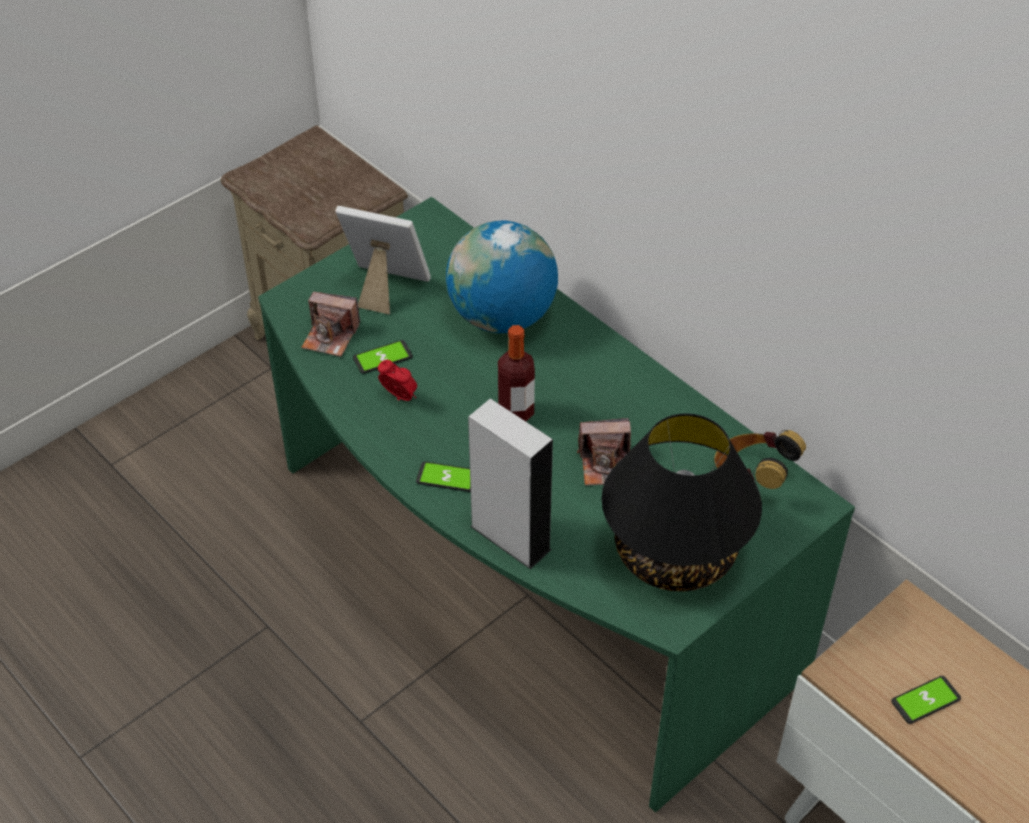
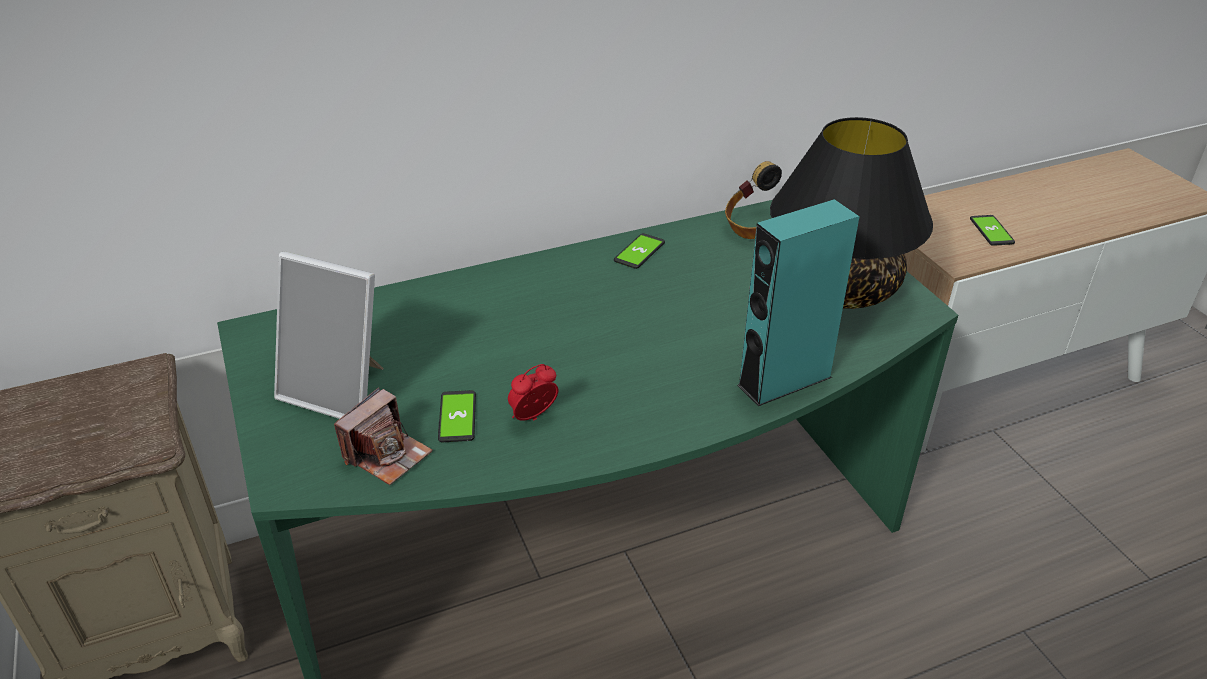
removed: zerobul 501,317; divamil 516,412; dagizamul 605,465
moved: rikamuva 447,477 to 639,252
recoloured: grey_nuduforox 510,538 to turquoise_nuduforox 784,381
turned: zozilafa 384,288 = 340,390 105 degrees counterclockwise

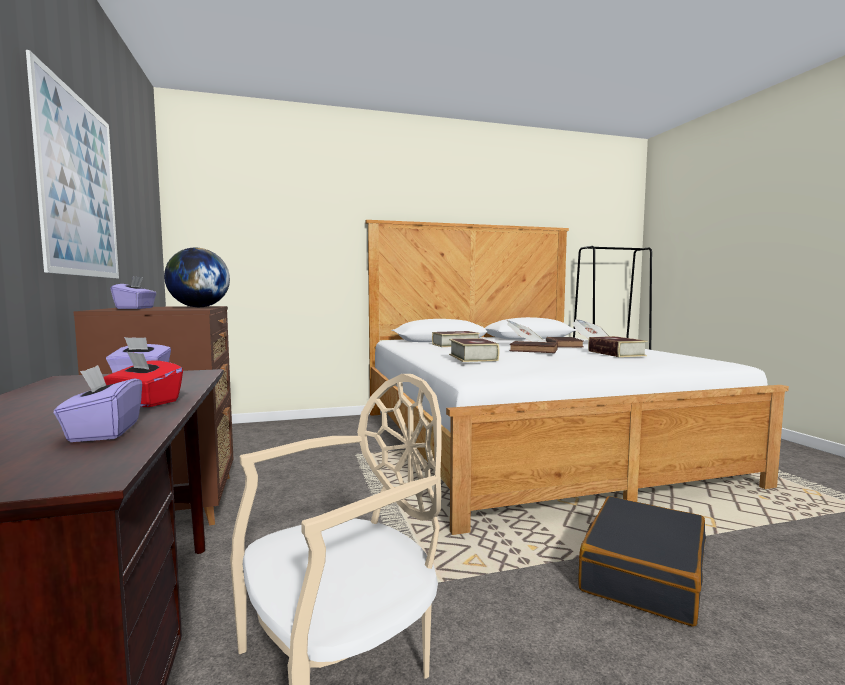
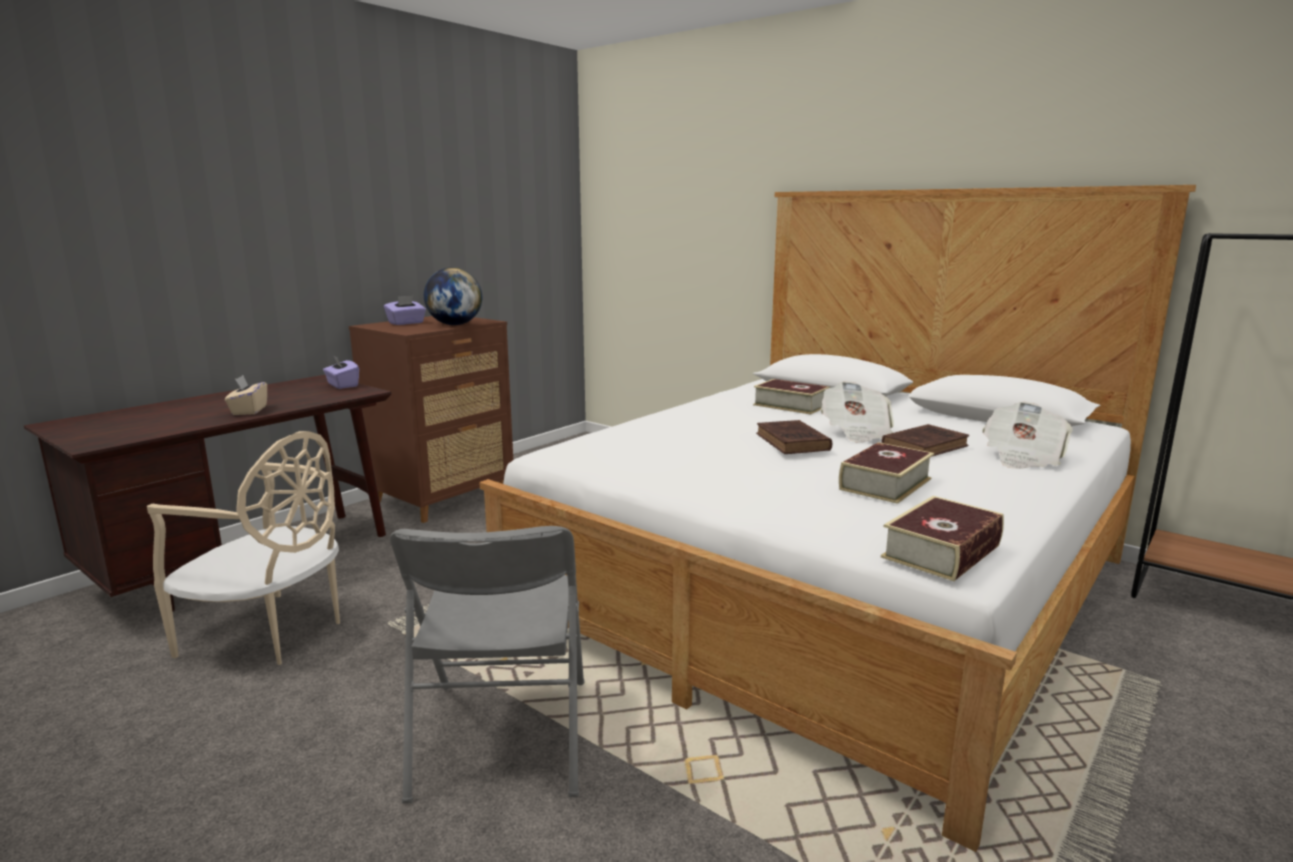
removed: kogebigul 80,186; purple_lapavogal 104,432
moved: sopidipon 473,357 to 941,551
replaced: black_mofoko 642,573 to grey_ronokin 502,737
recoloured: red_lapavogal 144,402 to beige_lapavogal 249,410

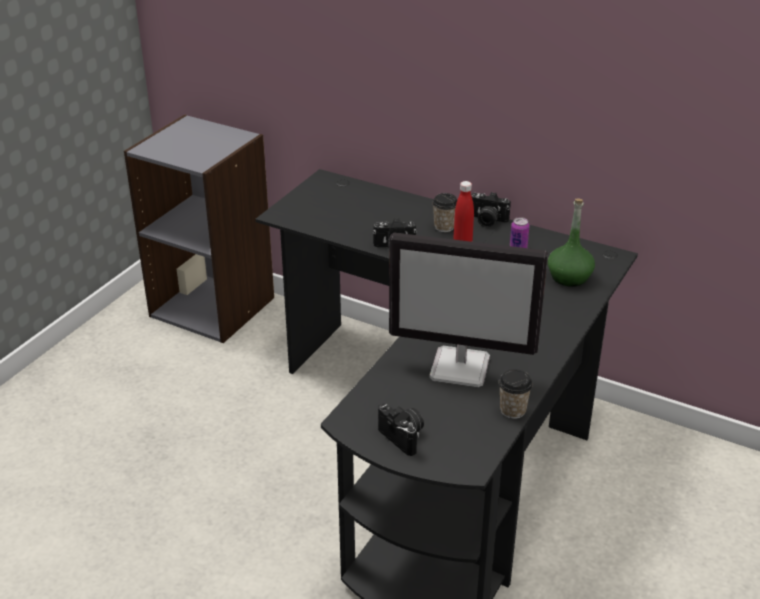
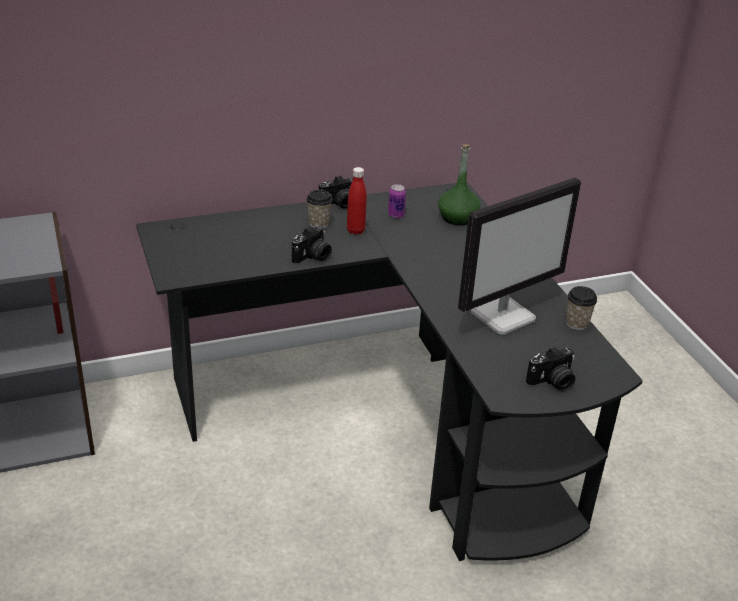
turned: dagizamul 404,436 = 552,382 150 degrees clockwise

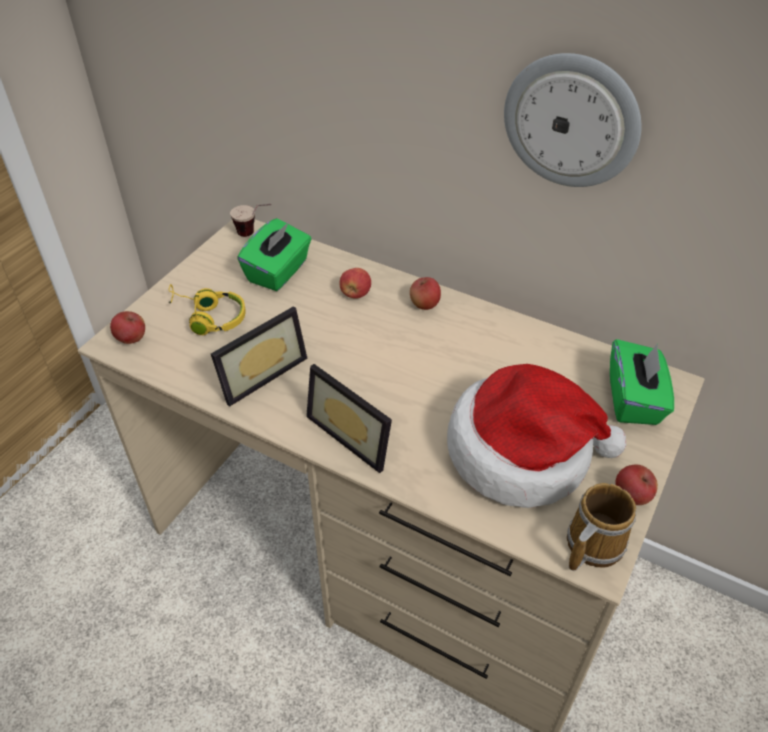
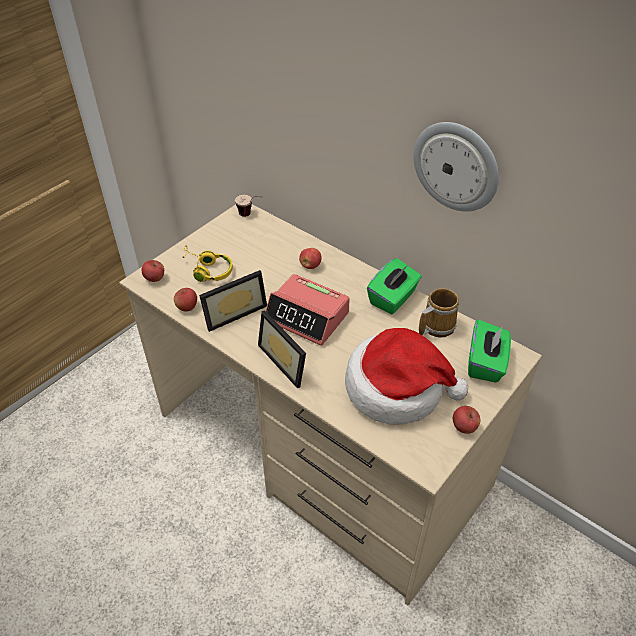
added: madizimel 307,317
moved: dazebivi 424,304 to 187,307; green_lapavogal 278,272 to 393,298; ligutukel 591,544 to 435,326

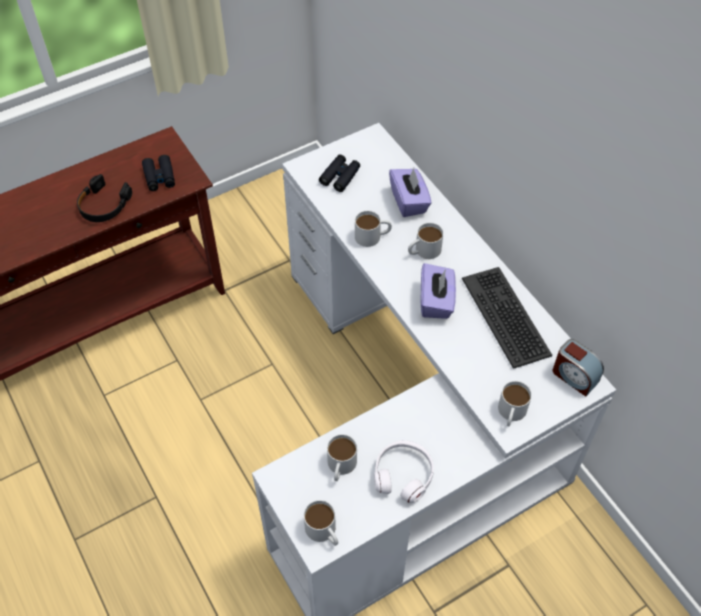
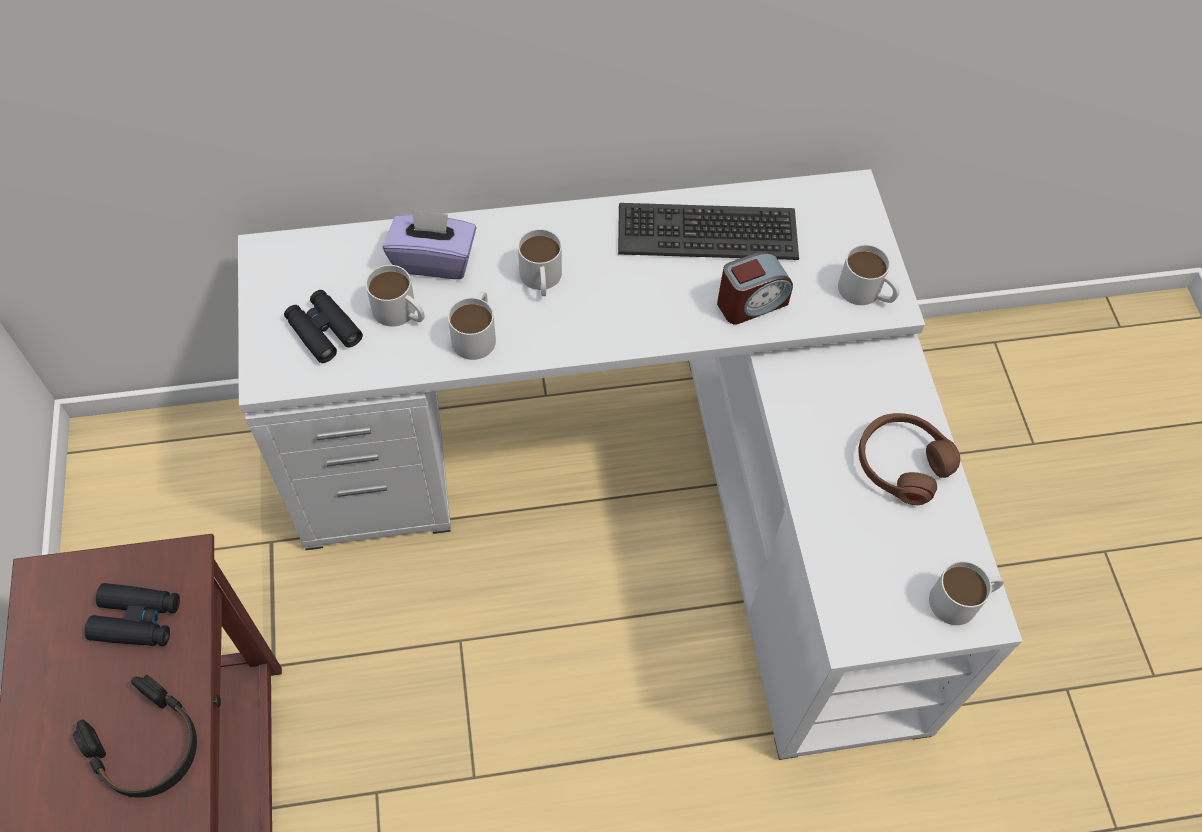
removed: purple_lapavogal 436,301
moved: white_ligutukel 340,466 to 401,313; madizimel 574,376 to 751,303
recoloured: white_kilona 403,474 to brown_kilona 901,463

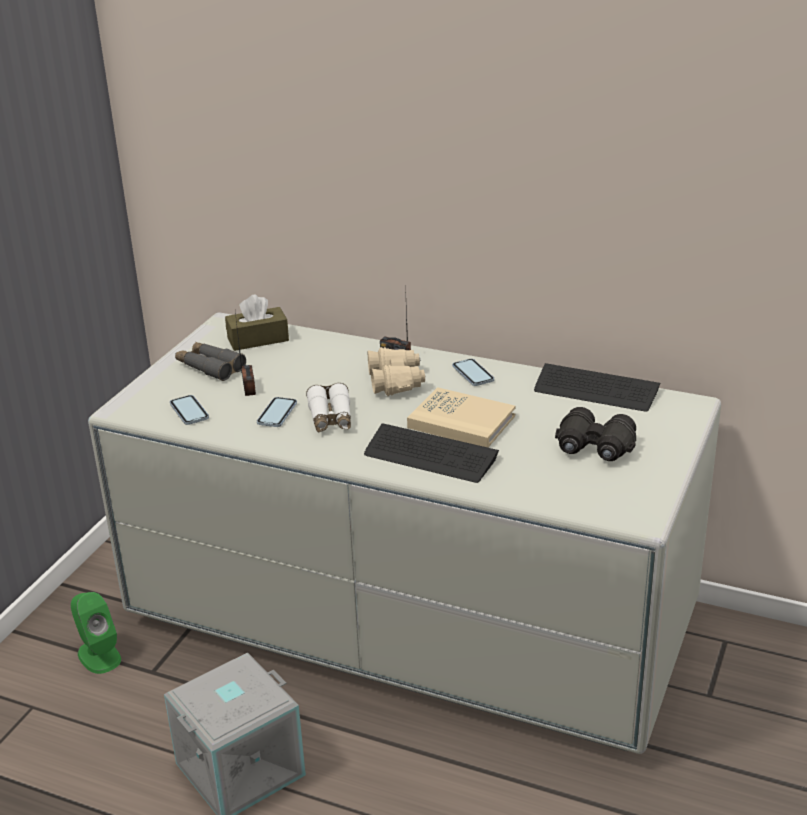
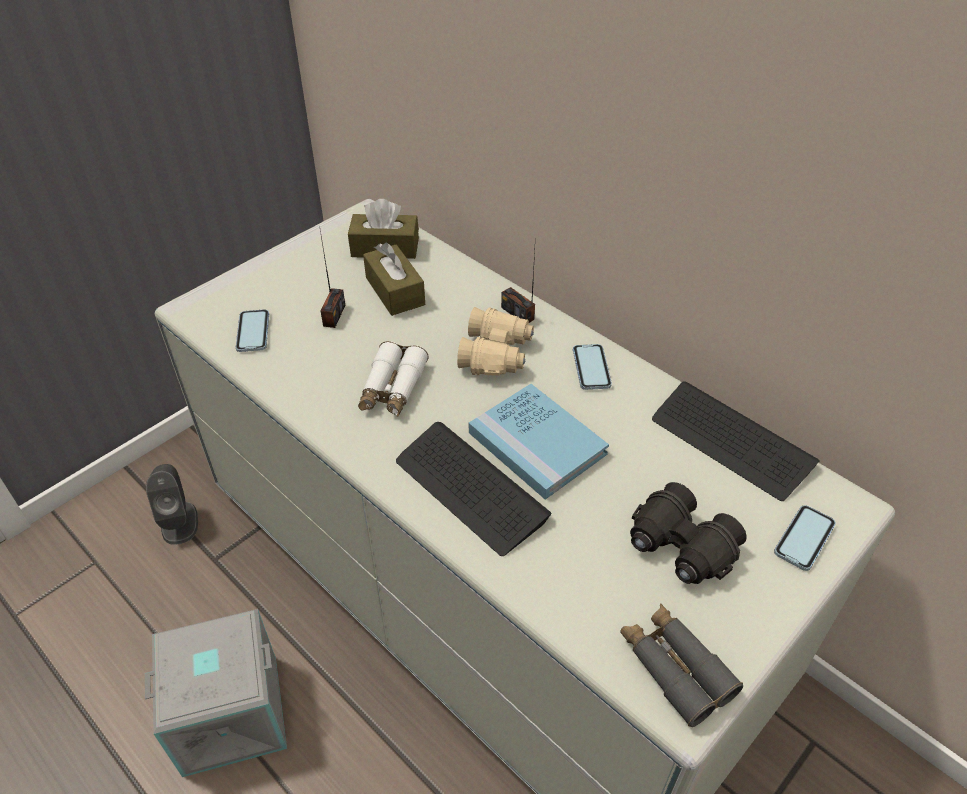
added: brown_lapavogal 395,291
moved: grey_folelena 210,367 to 675,668; rikamuva 277,414 to 804,539
recoloured: green_nuduforox 99,655 to grey_nuduforox 179,522; beige_sopidipon 461,422 to blue_sopidipon 537,443

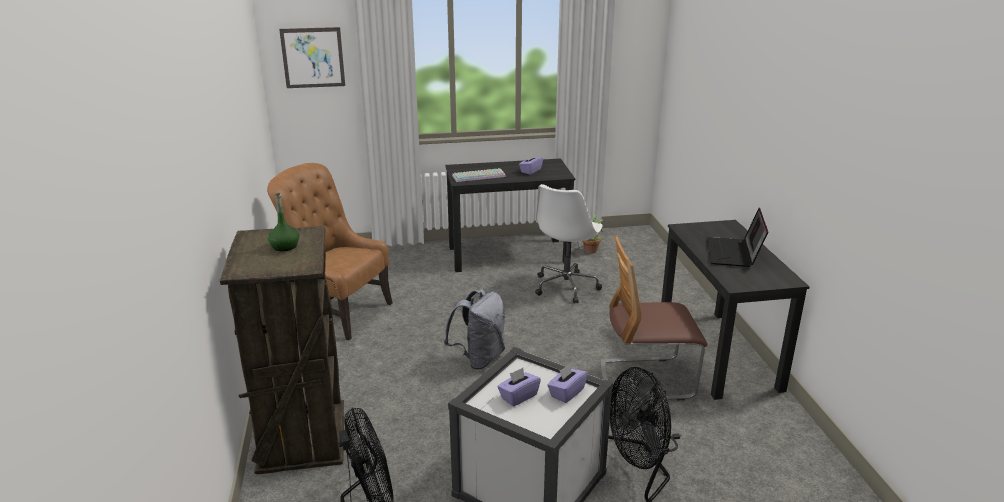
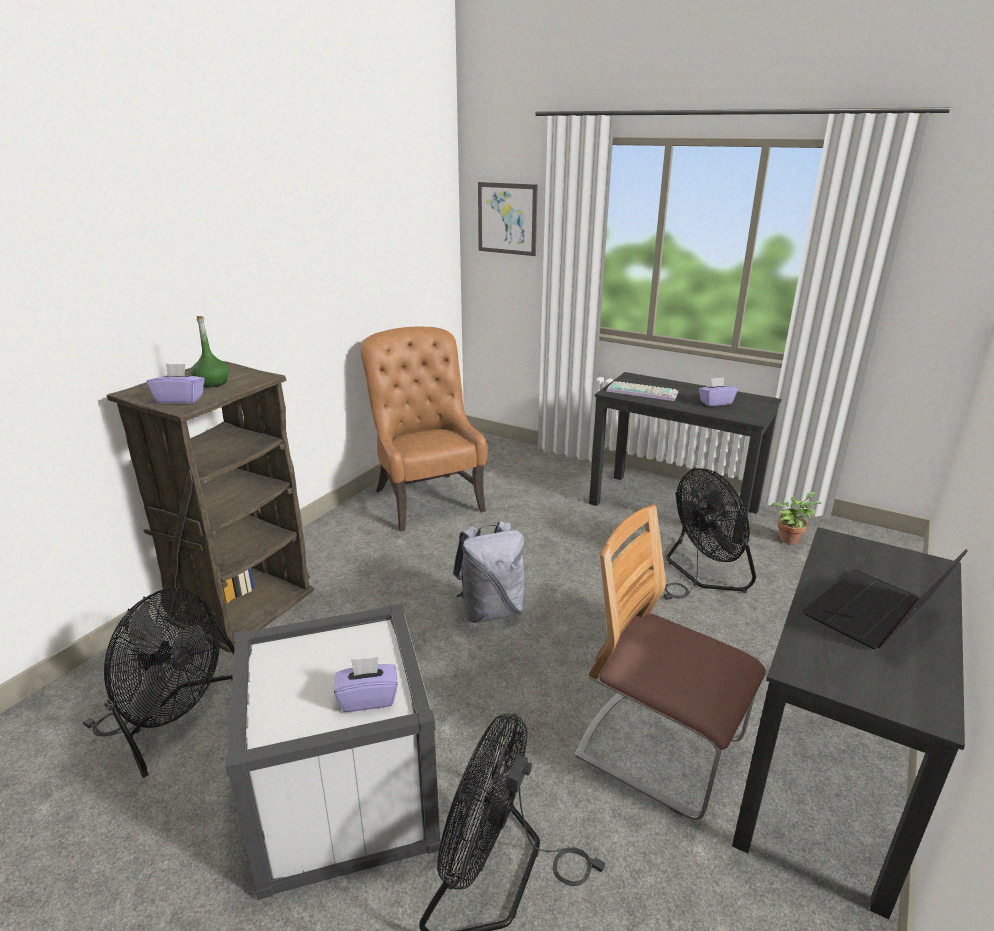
moved: purple_lapavogal 518,396 to 180,399
replaced: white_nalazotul 565,288 to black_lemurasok 696,572

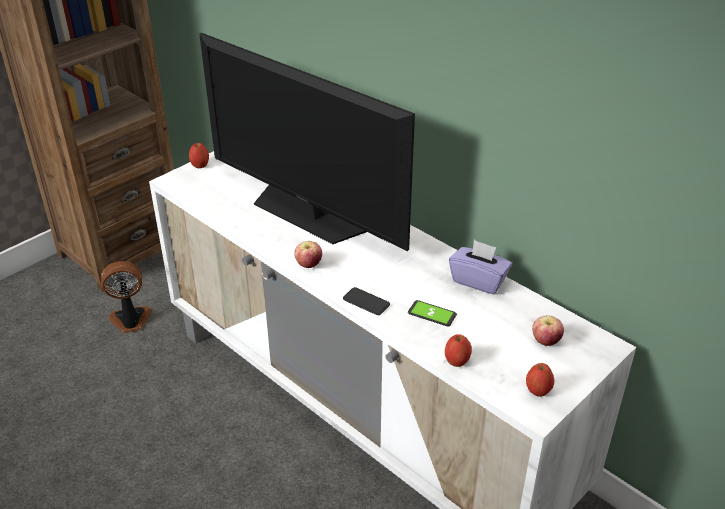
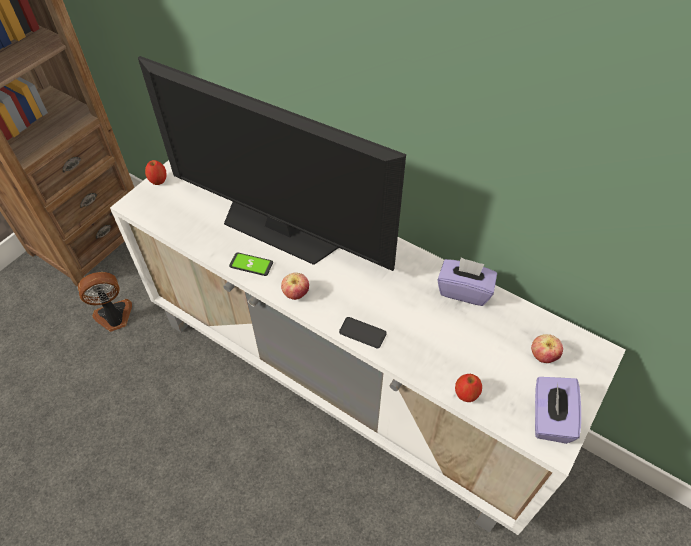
moved: rikamuva 432,314 to 251,264
replaced: dazebivi 538,390 to purple_lapavogal 549,418

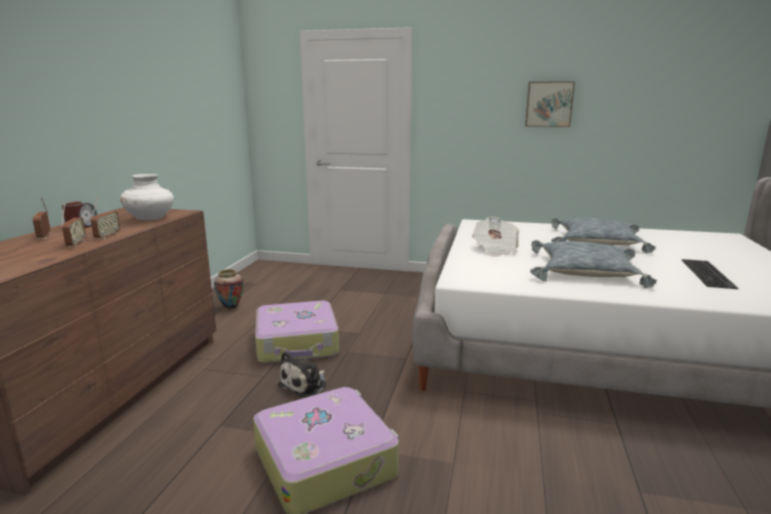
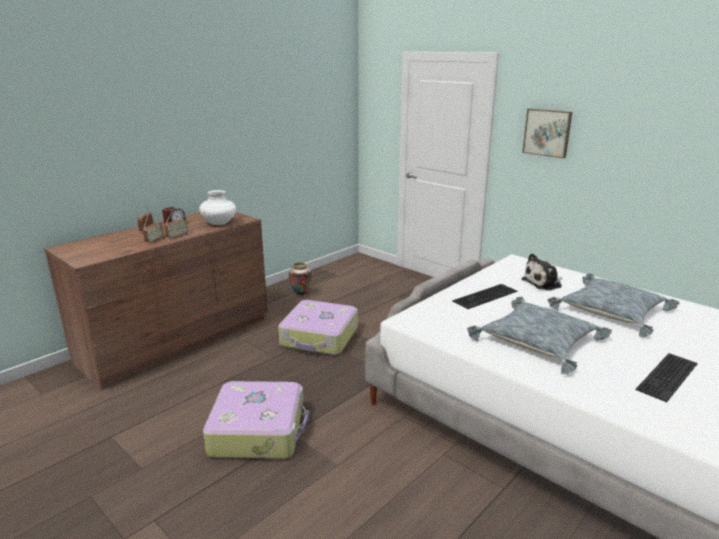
moved: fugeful 305,384 to 543,283; kogebigul 549,104 to 547,132
replaced: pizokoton 495,250 to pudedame 485,297

